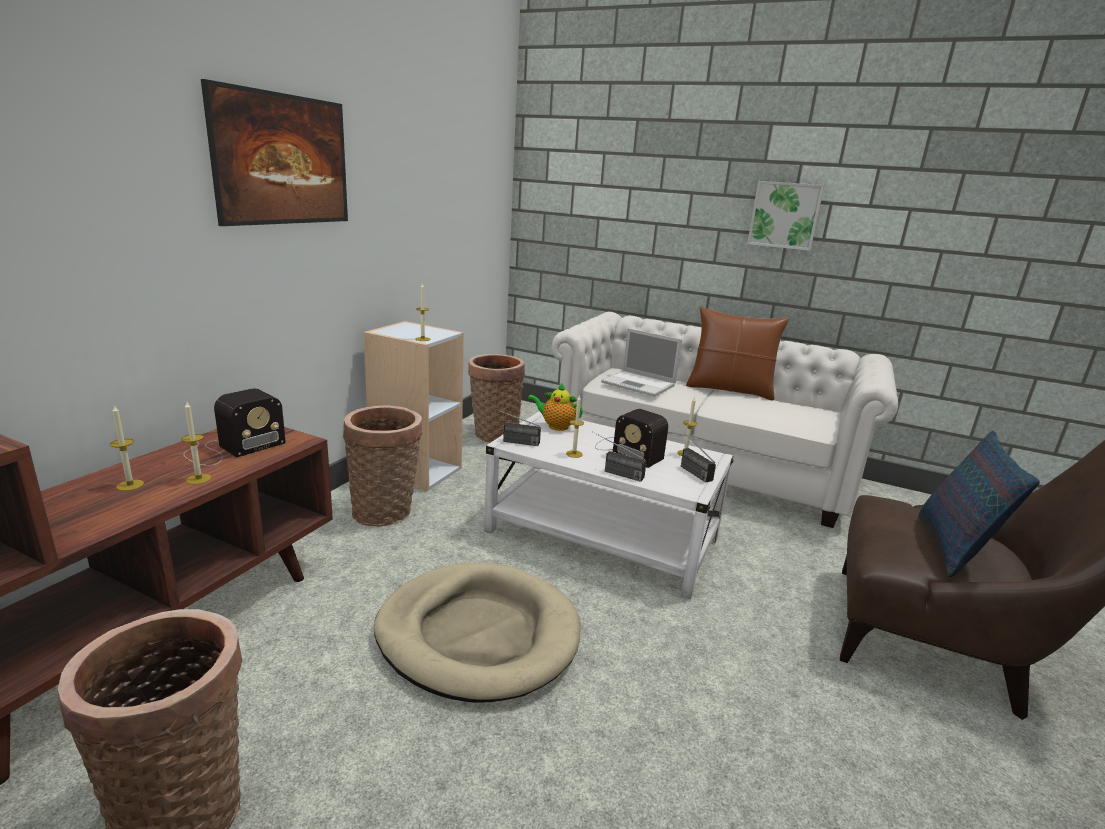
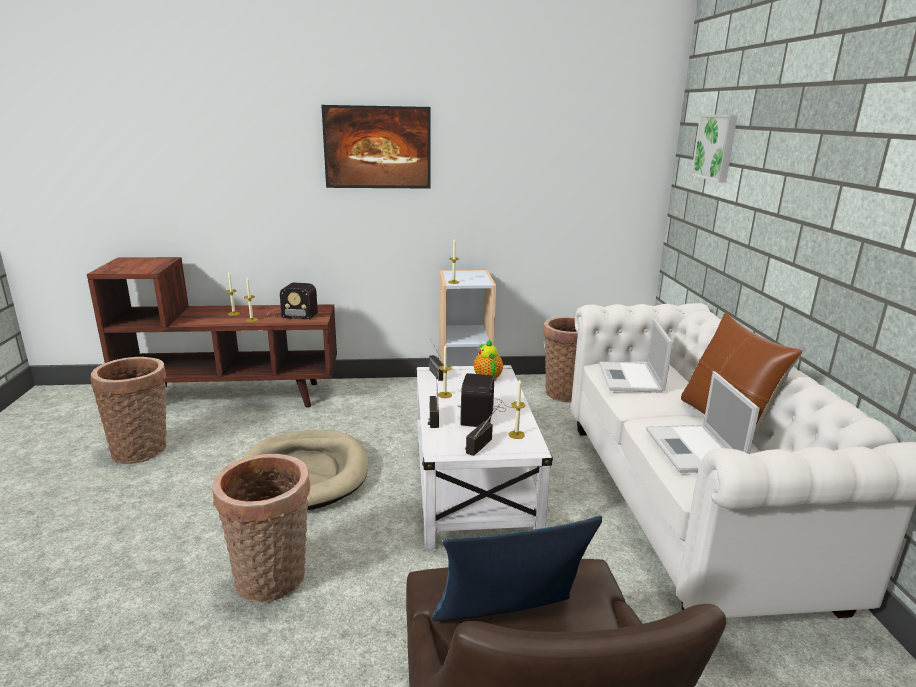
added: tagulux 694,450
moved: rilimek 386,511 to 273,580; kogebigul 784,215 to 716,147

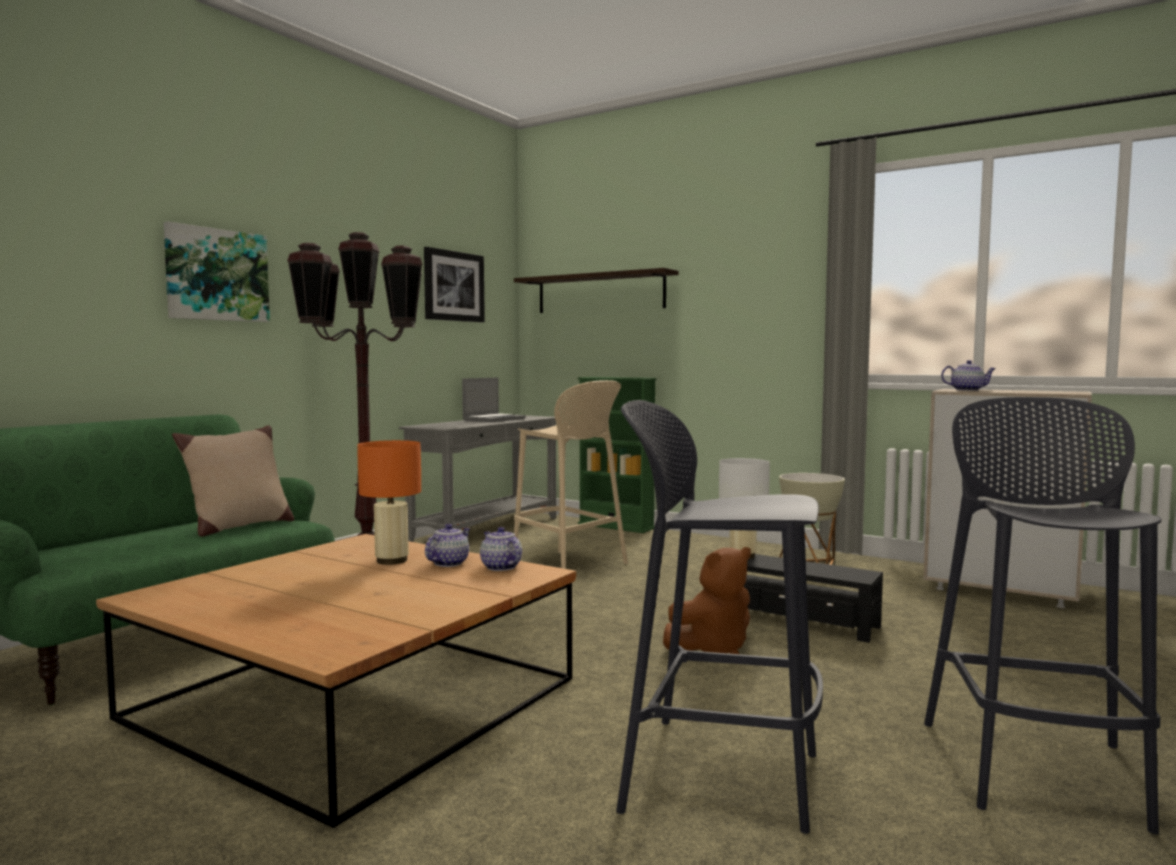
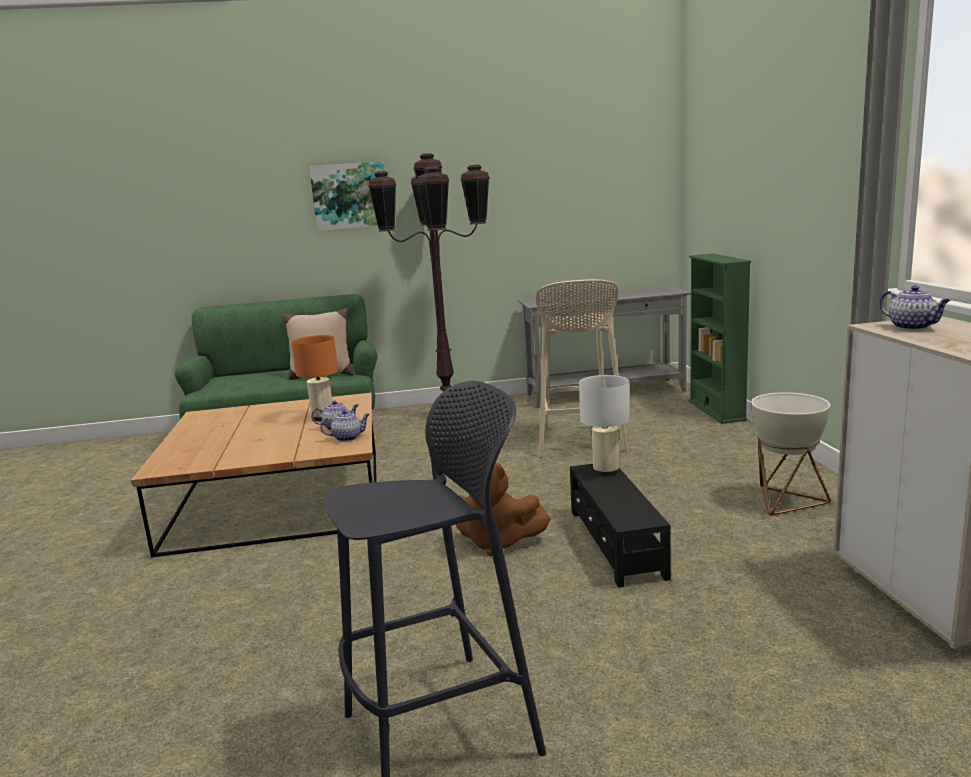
removed: kogebigul 453,286; tagulux 494,419; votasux 600,293; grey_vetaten 717,775
turned: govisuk 500,567 = 348,438 60 degrees clockwise

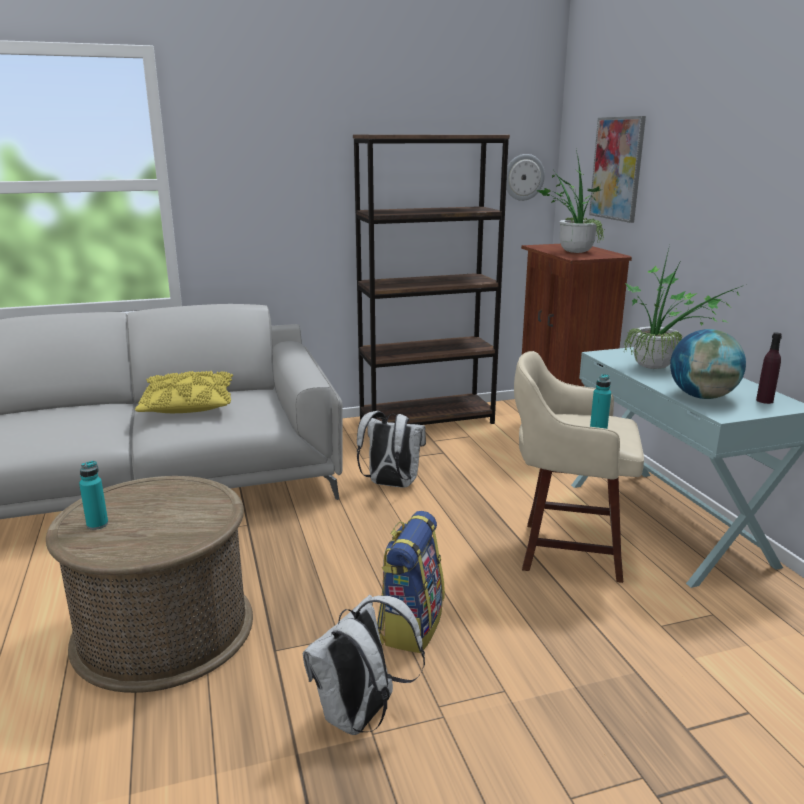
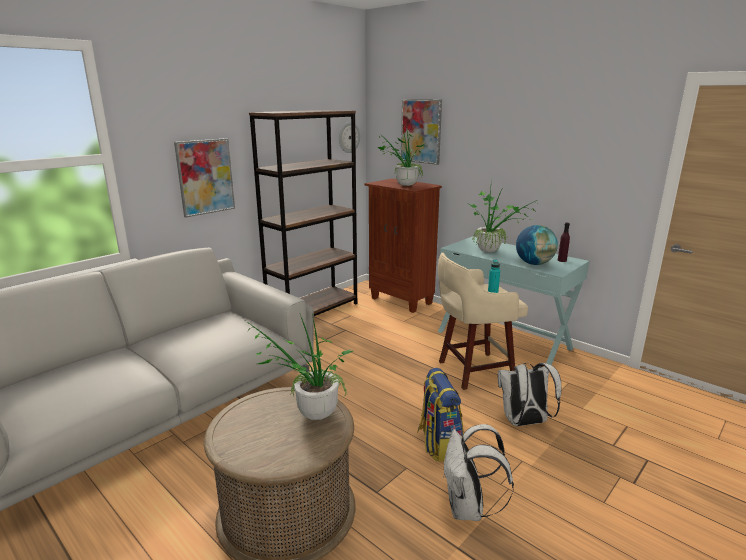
removed: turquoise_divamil 97,524; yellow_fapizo 188,405
added: kogebigul 205,177; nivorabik 309,414
moved: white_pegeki 390,484 to 524,422

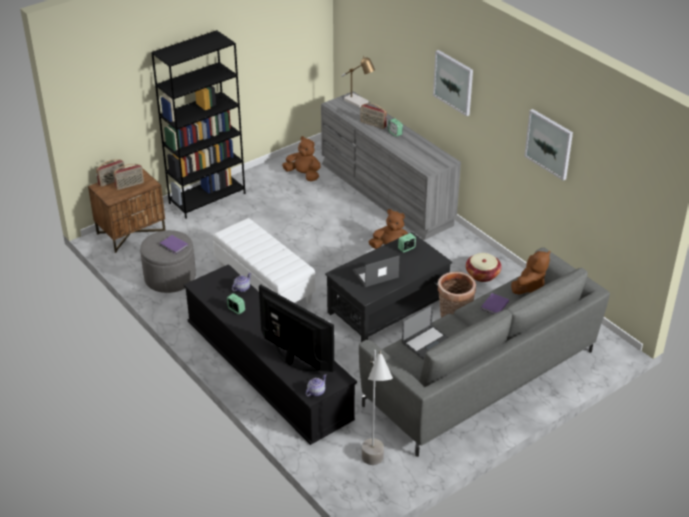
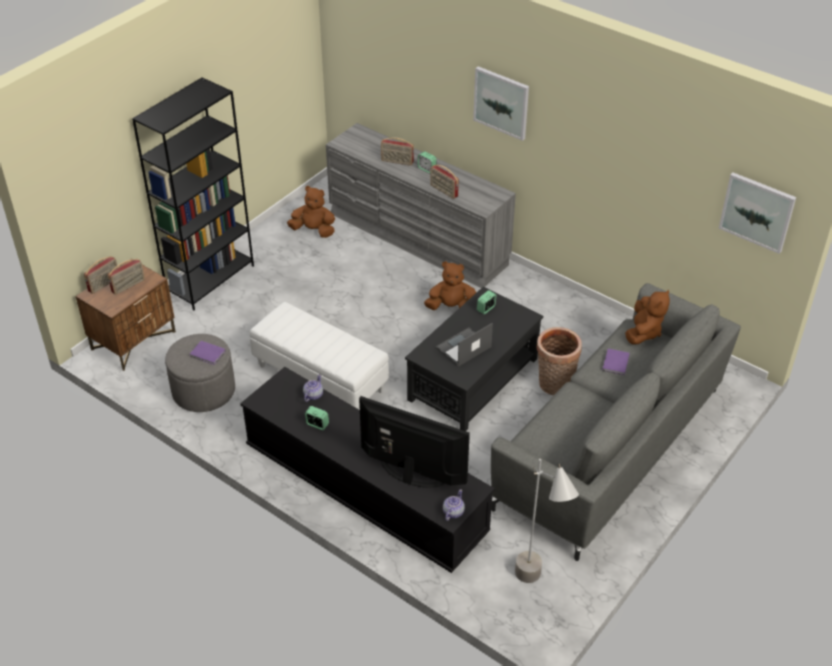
removed: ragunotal 358,102; tagulux 427,342; rilimek 482,274
added: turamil 443,191
moved: kogebigul 549,144 to 757,212

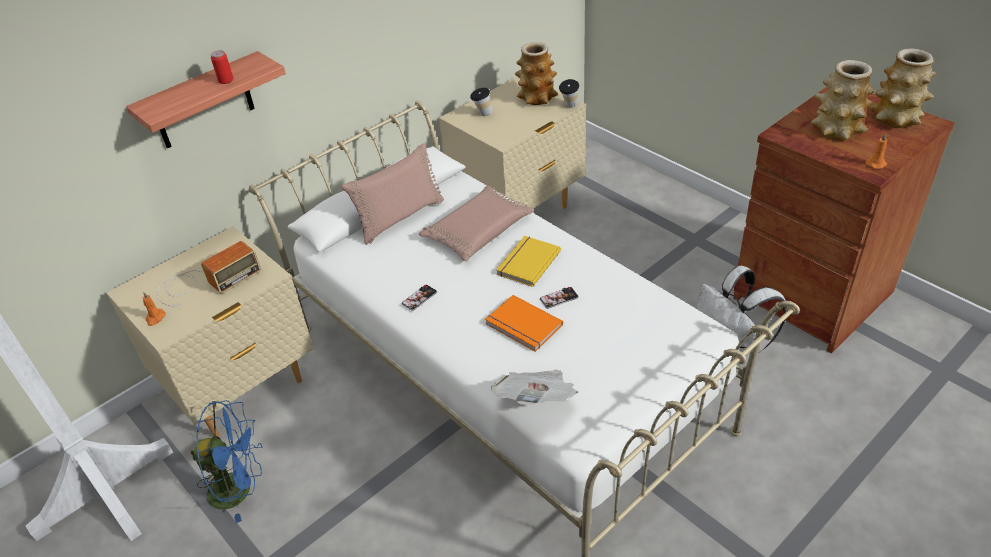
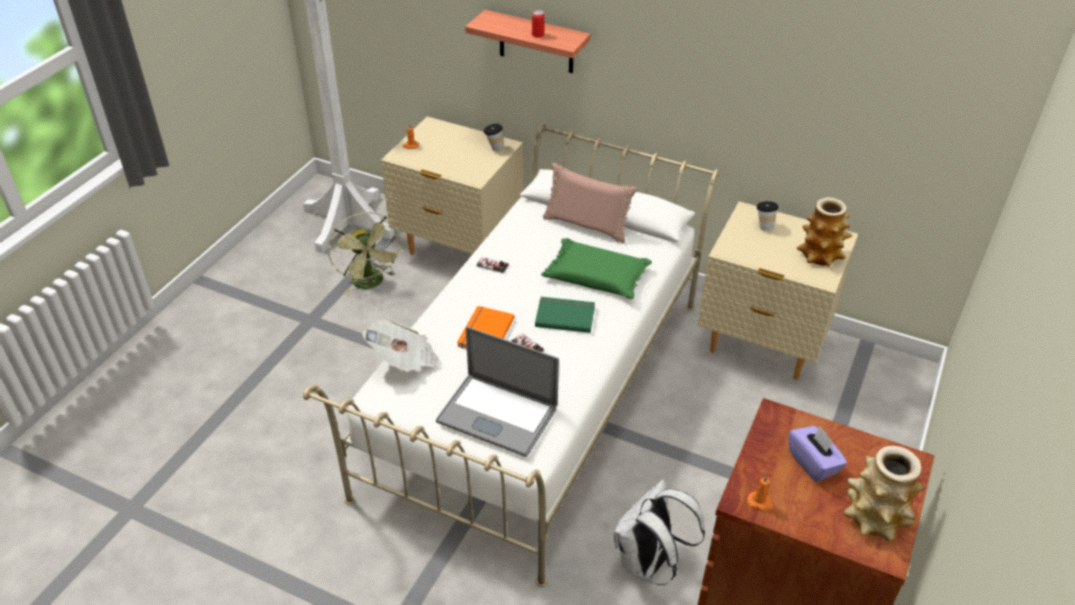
removed: turamil 204,282
added: tagulux 497,414
moved: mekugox 569,106 to 494,148
replaced: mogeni 836,130 to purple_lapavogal 813,463
recoloured: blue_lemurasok 240,489 to green_lemurasok 371,283; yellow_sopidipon 526,262 to green_sopidipon 565,315; beige_fapizo 478,228 to green_fapizo 596,274

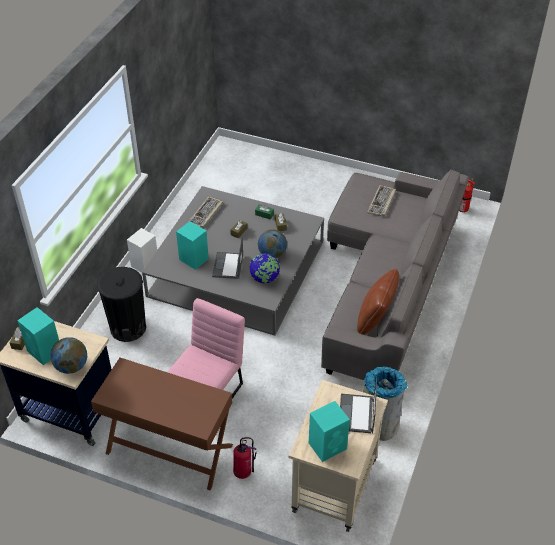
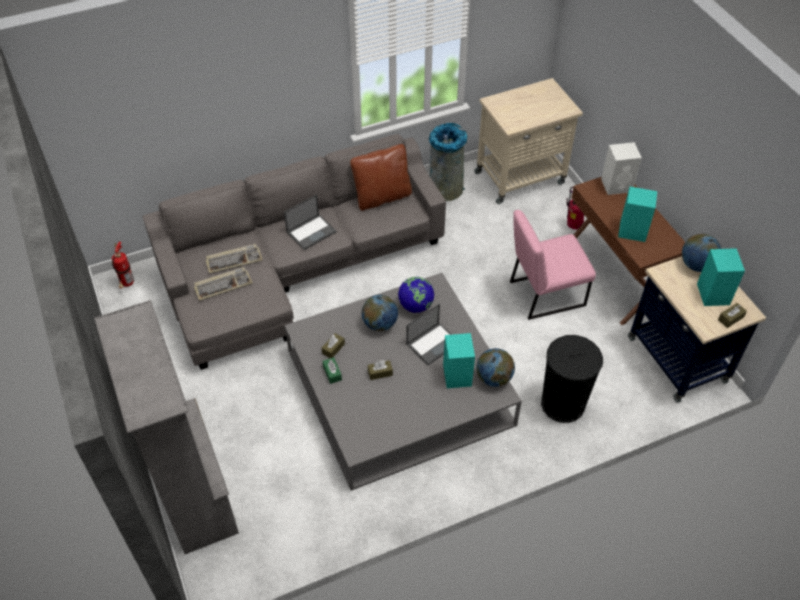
added: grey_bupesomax 195,496; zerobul 494,378
moved: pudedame 206,213 to 234,260; tagulux 356,414 to 311,231; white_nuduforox 144,264 to 617,185; turquoise_nuduforox 328,445 to 631,231

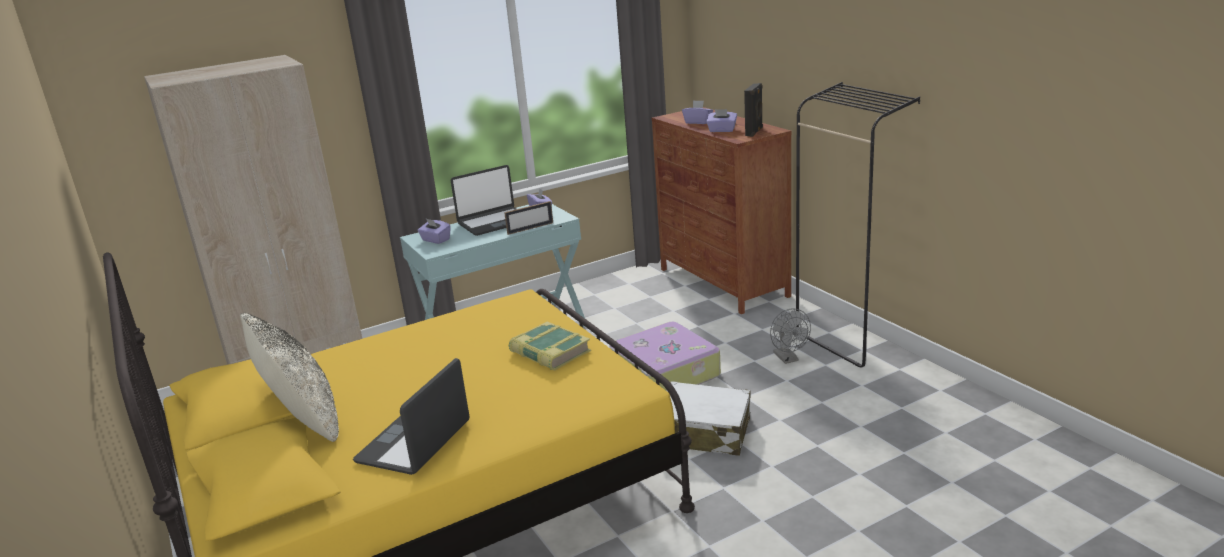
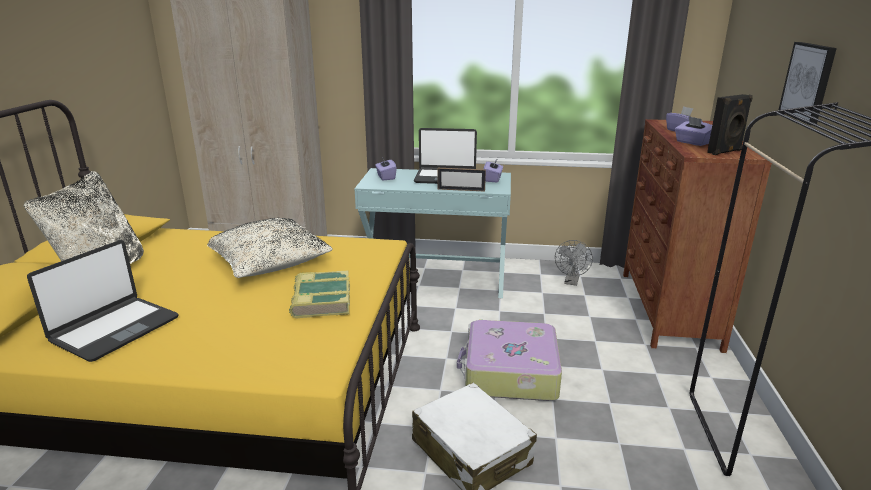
added: beige_fapizo 269,261; kogebigul 808,82
moved: grey_lemurasok 788,359 to 571,282
turned: tagulux 415,442 = 114,329 150 degrees clockwise

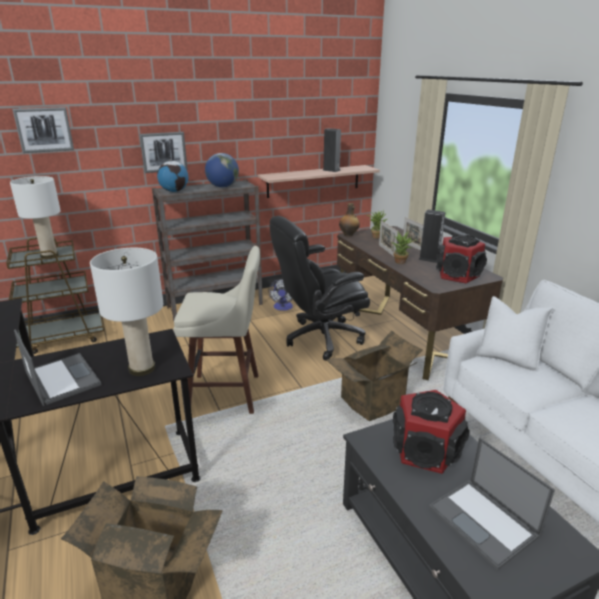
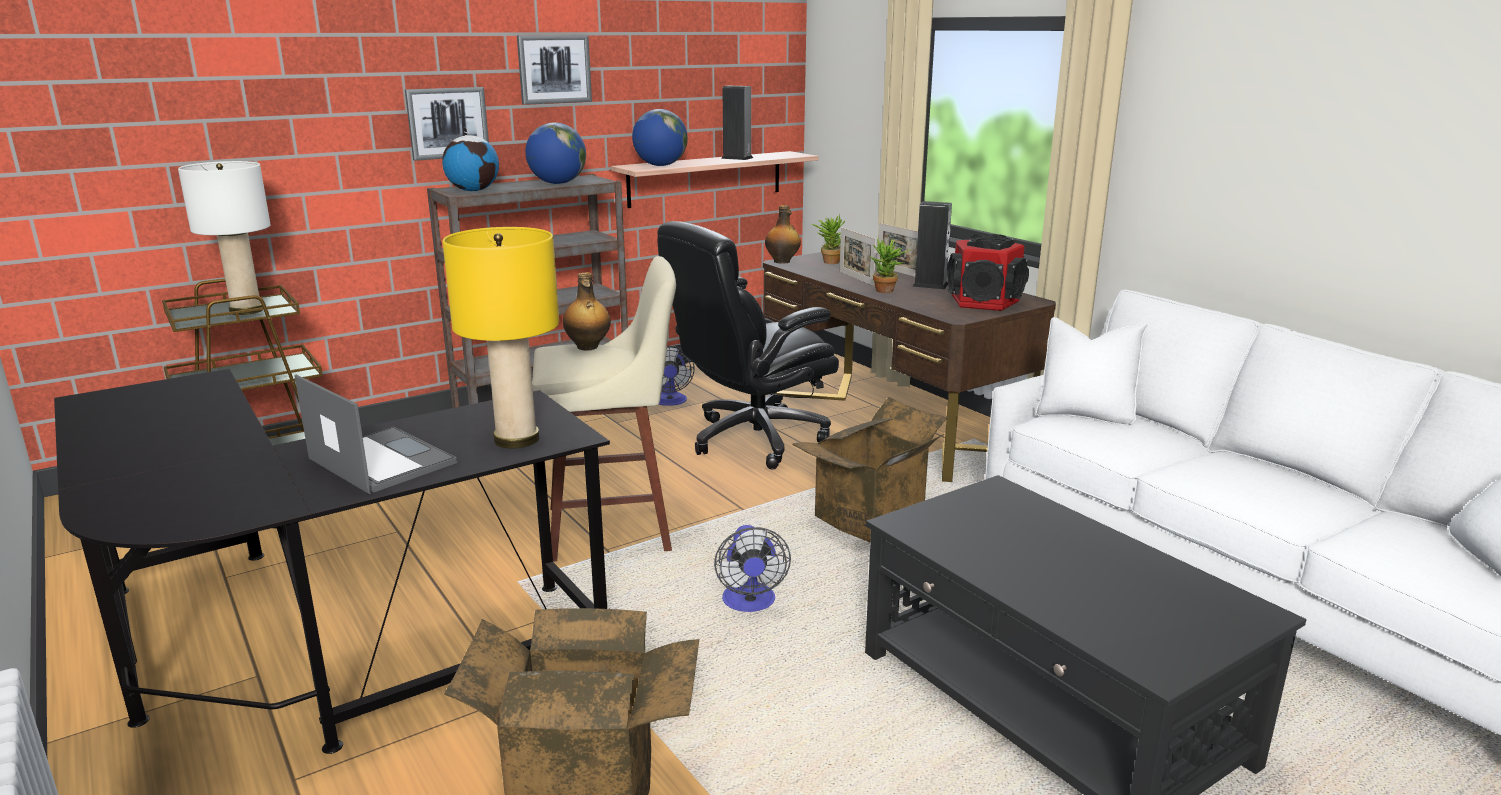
removed: nuduforox 426,451; tagulux 484,522
added: divamil 587,347; zerobul 660,165; lemurasok 750,603
moved: kogebigul 44,129 to 554,69
recoloured: white_ragunotal 142,369 to yellow_ragunotal 517,439

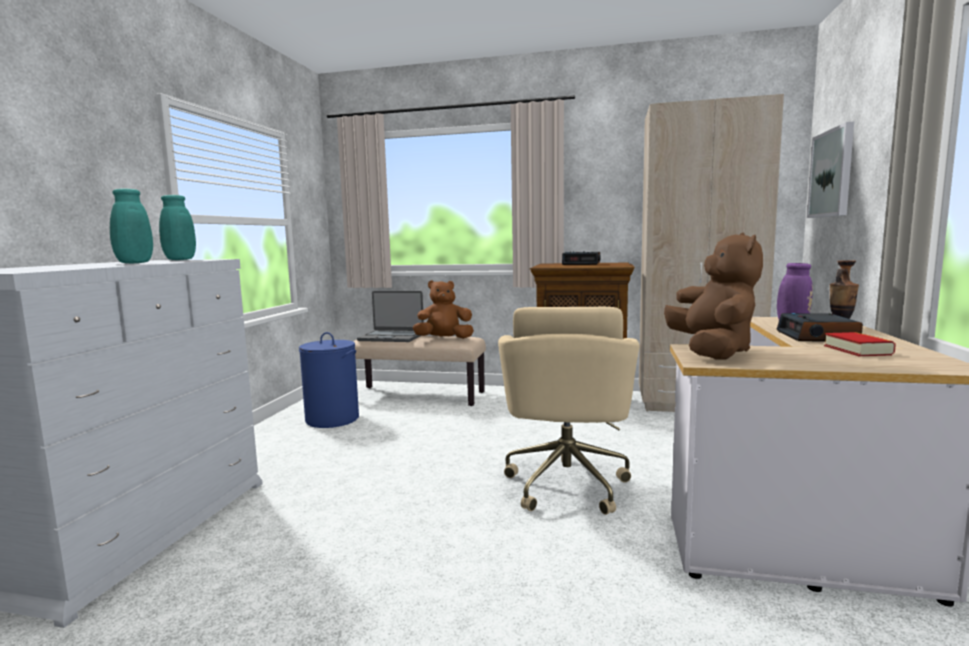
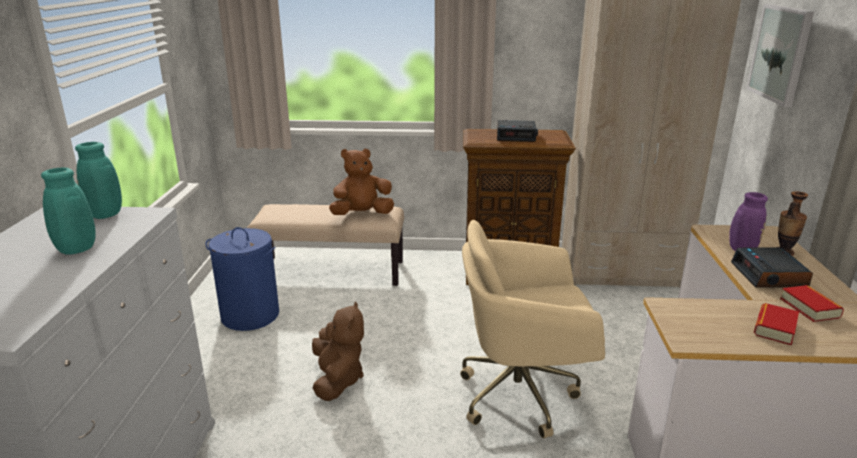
removed: tagulux 391,337
added: sopidipon 774,328
moved: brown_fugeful 712,352 to 337,380
turned: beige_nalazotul 566,483 = 522,397 90 degrees clockwise

